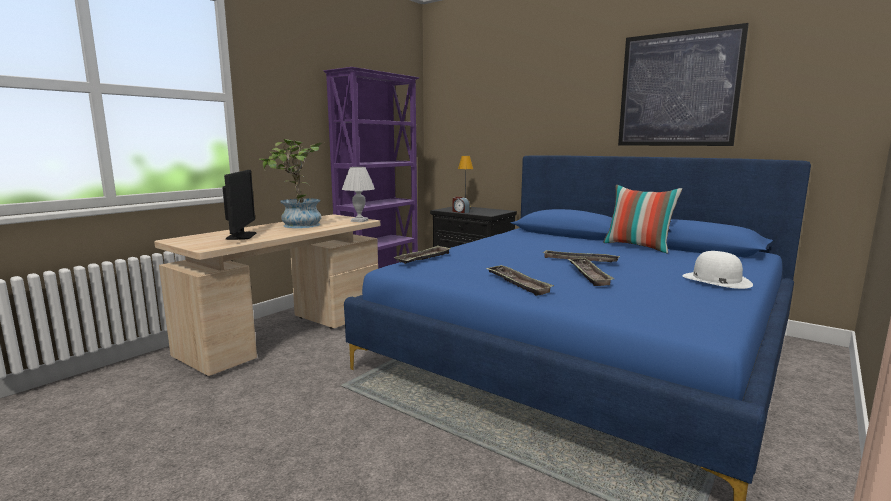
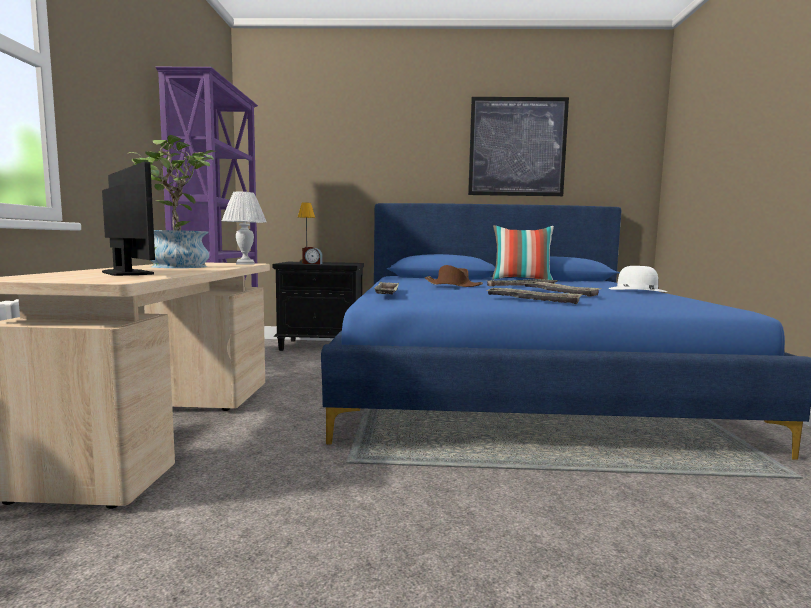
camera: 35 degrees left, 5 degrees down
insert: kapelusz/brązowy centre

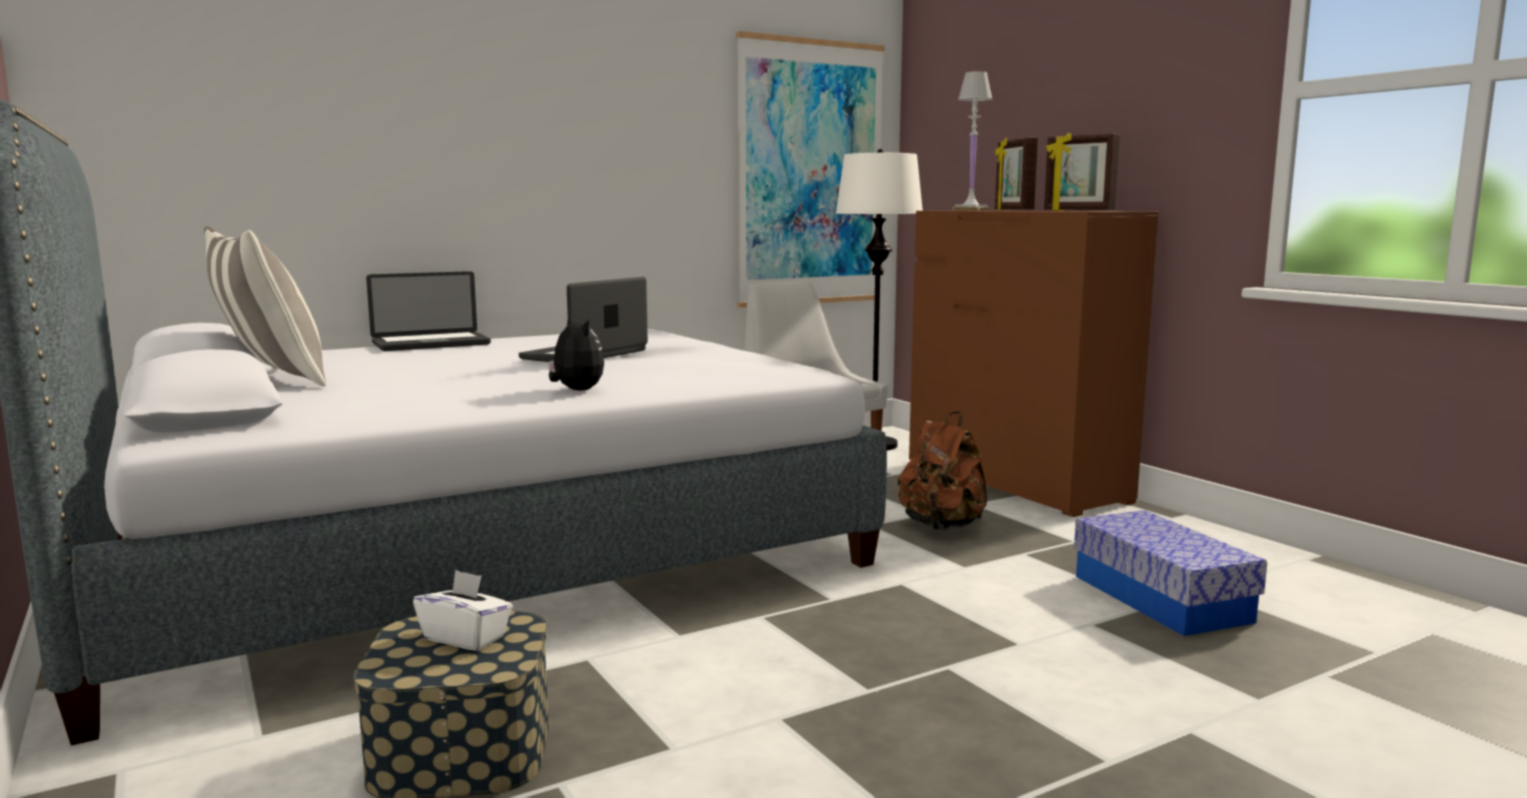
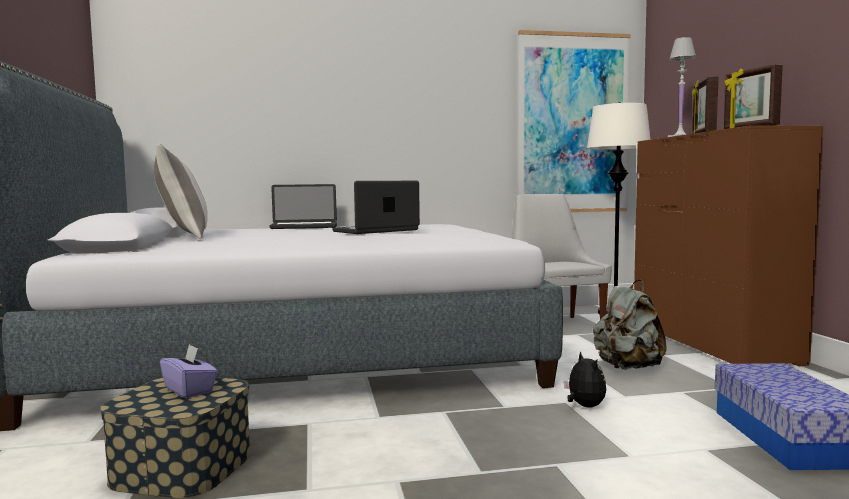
camera: 20 degrees right, 5 degrees down
move: pluszak centre to bottom right
recolor: plecak/brązowy centre to plecak/szary middle right; pudełko chusteczek/biały bottom left to pudełko chusteczek/fioletowy bottom left

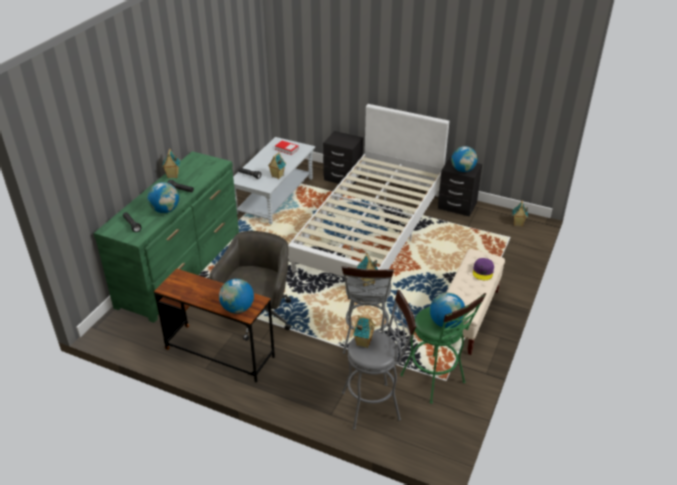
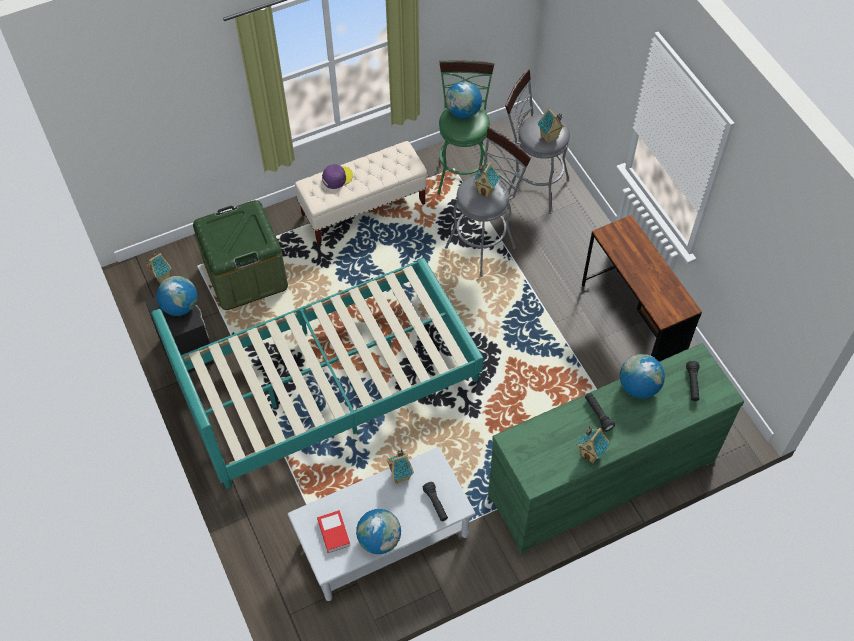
camera: 140 degrees left, 20 degrees up
delete: szafka nocna/czarny (1st from left) top centre; krzesło biurowe/szary centre
insert: pojemnik do przechowywania/zielony middle left
move: globus (2nd from left) centre to bottom centre
recolor: łóżko/biały centre to łóżko/turkusowy centre

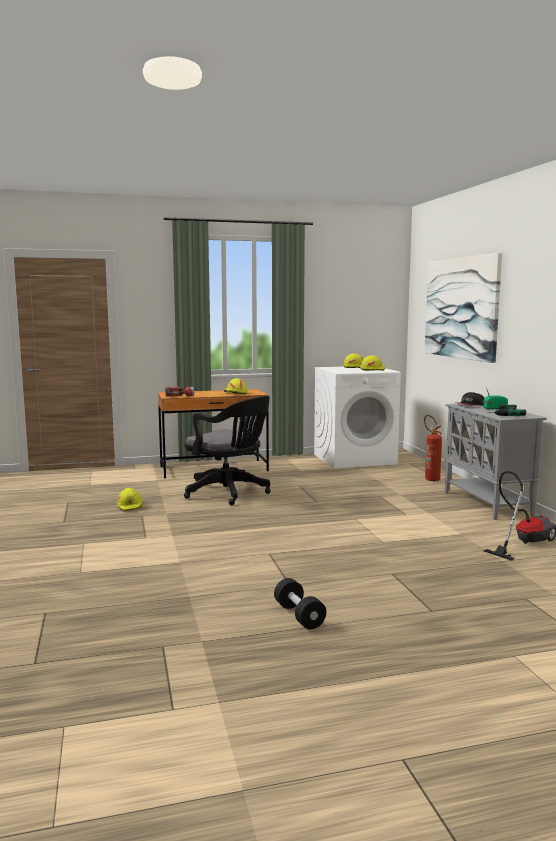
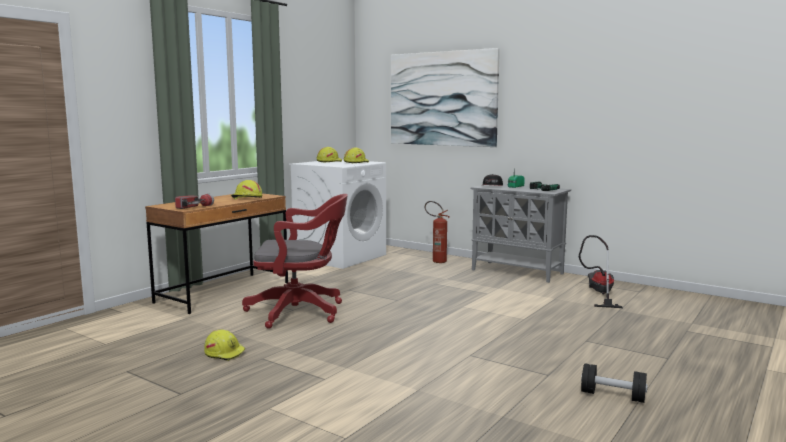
camera: 40 degrees left, 0 degrees up
recolor: krzesło biurowe/czarny centre to krzesło biurowe/czerwony centre

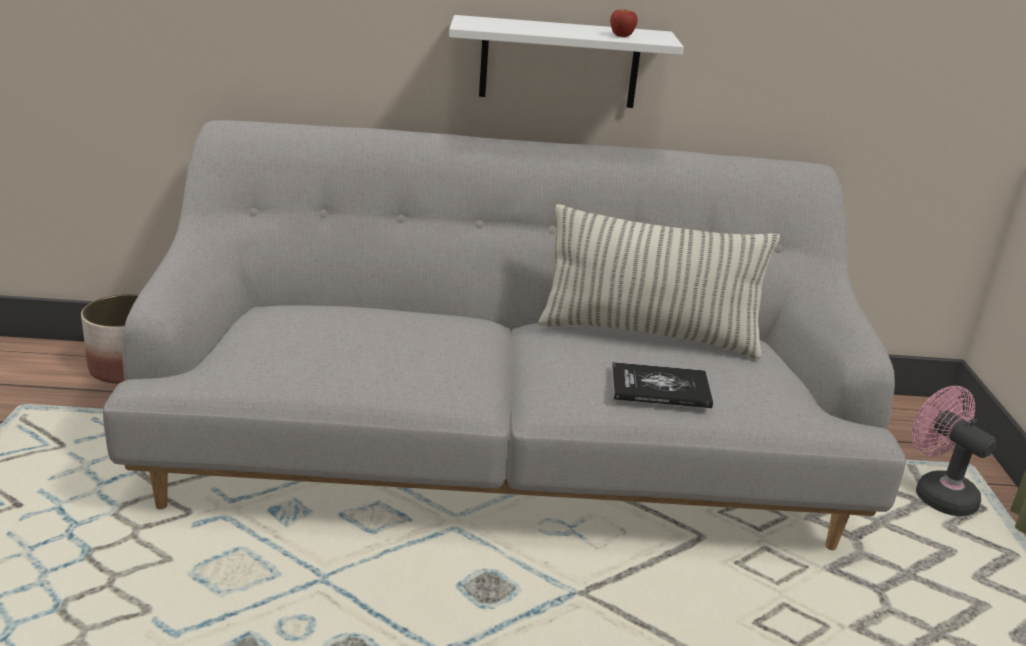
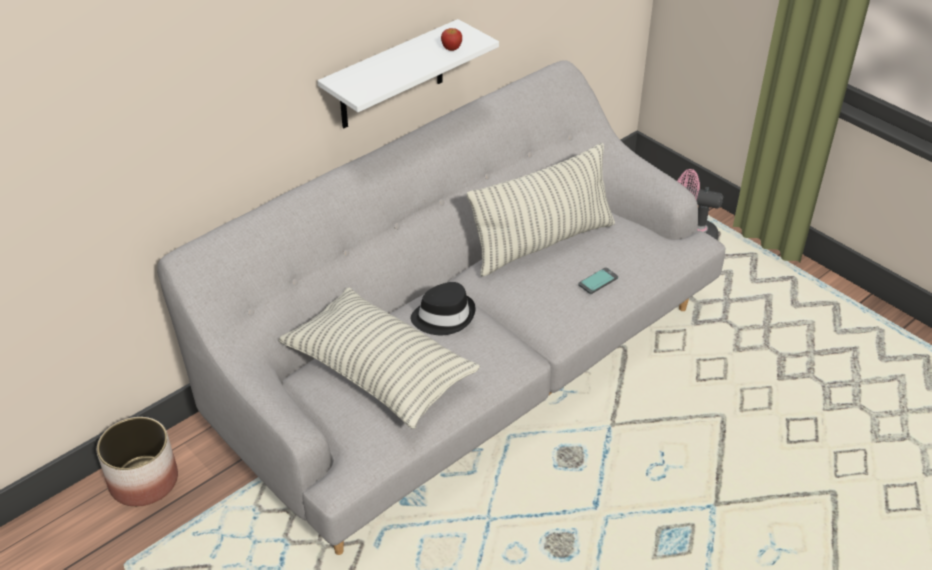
camera: 40 degrees left, 15 degrees up
insert: kapelusz/czarny centre; poduszka (1st from left) centre
replace: książka centre to telefon centre

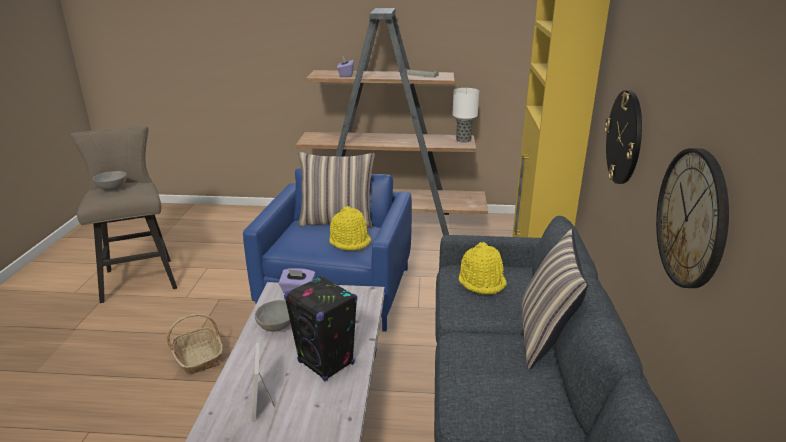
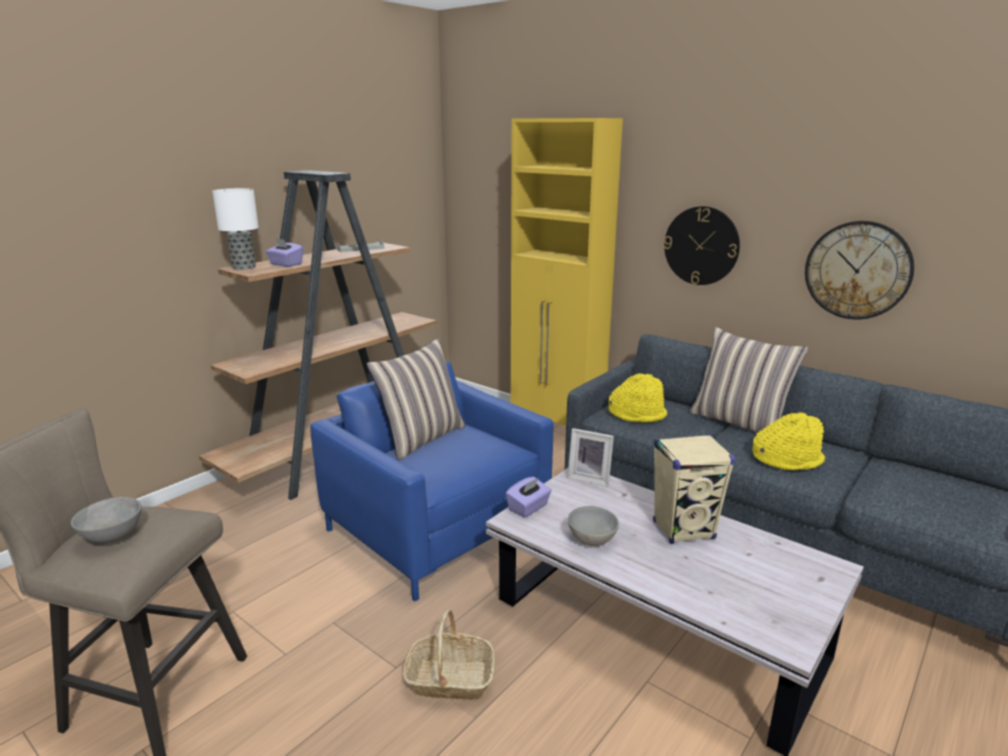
camera: 55 degrees left, 5 degrees down
move: lampa stołowa top centre to top left; kapelusz/żółty (1st from left in the first image) centre to kapelusz/żółty (2nd from left) middle right; ramka na zdjęcie bottom centre to centre
recolor: głośnik/czarny bottom centre to głośnik/beżowy middle right

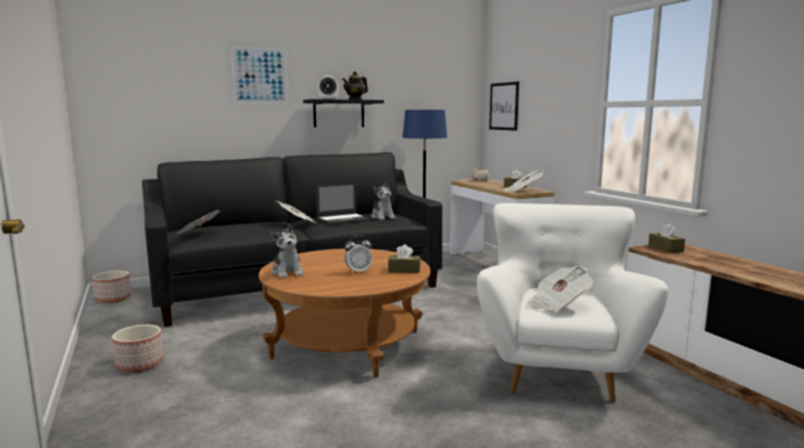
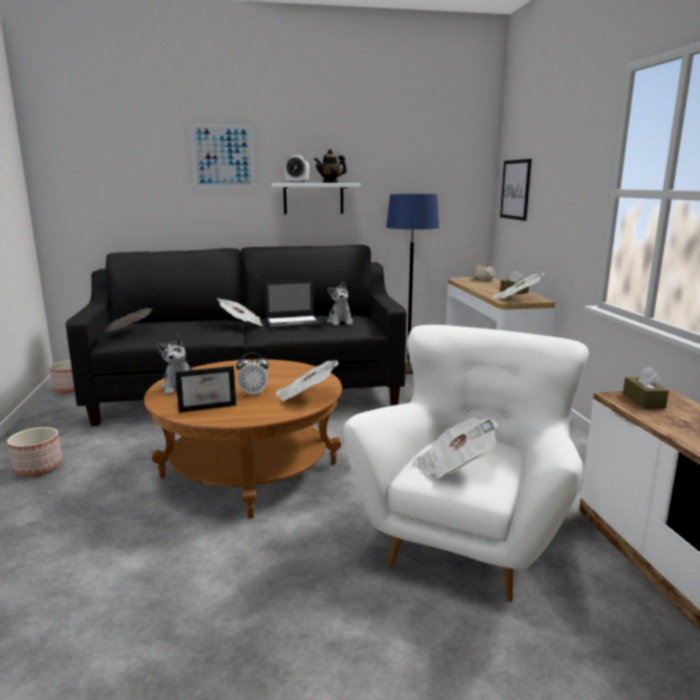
camera: 15 degrees right, 5 degrees up
insert: ramka na zdjęcie middle left
replace: pudełko chusteczek/brązowy (1st from left) centre to gazeta (3rd from left) centre
recolor: półka/czarny top centre to półka/biały top centre

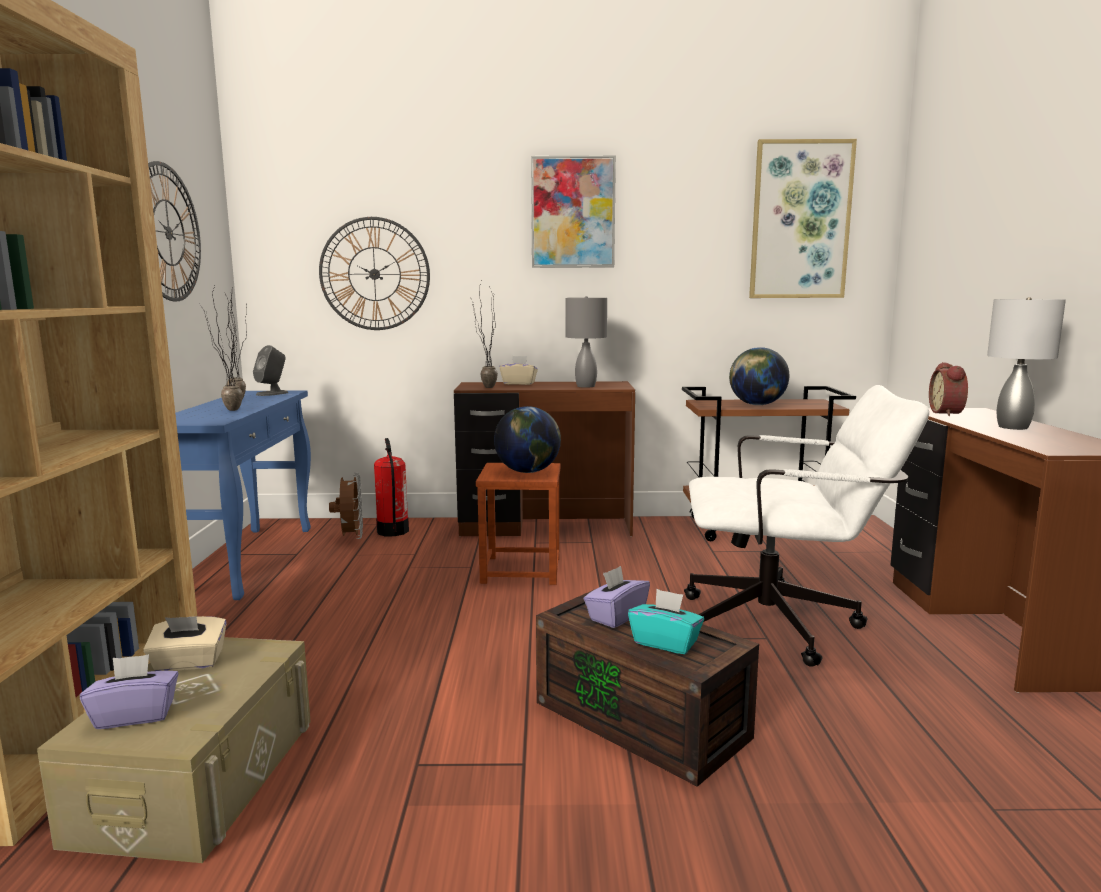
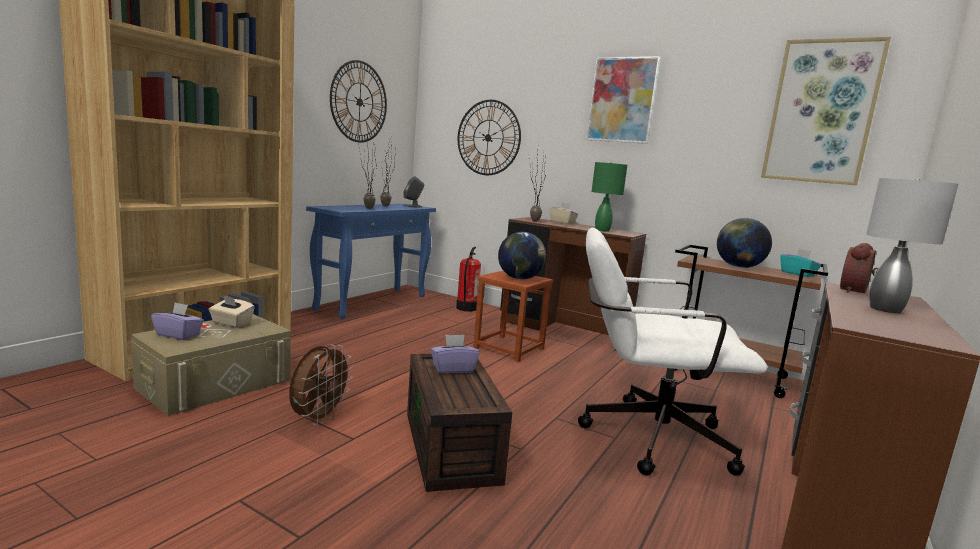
camera: 30 degrees right, 0 degrees up
move: wentylator/brązowy middle left to bottom left; pudełko chusteczek/turkusowy bottom centre to middle right
recolor: lampa stołowa/szary (1st from left) centre to lampa stołowa/zielony centre
rotate: krzesło biurowe/biały middle right = middle right 150 degrees clockwise

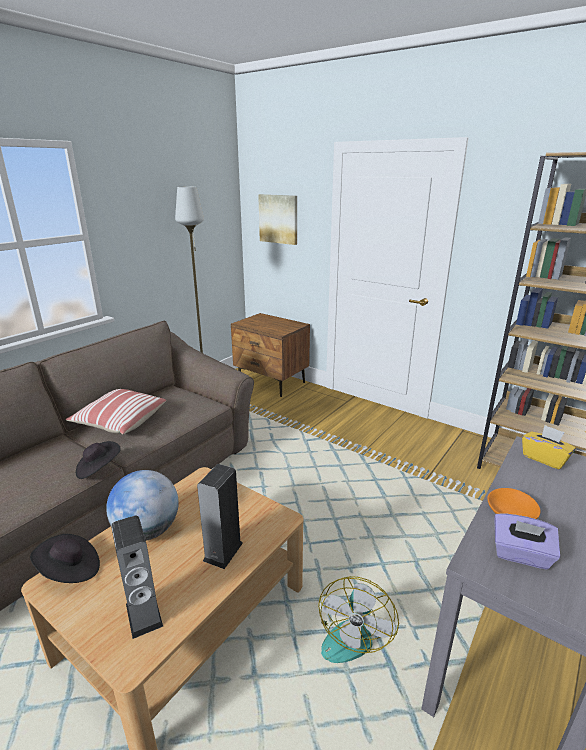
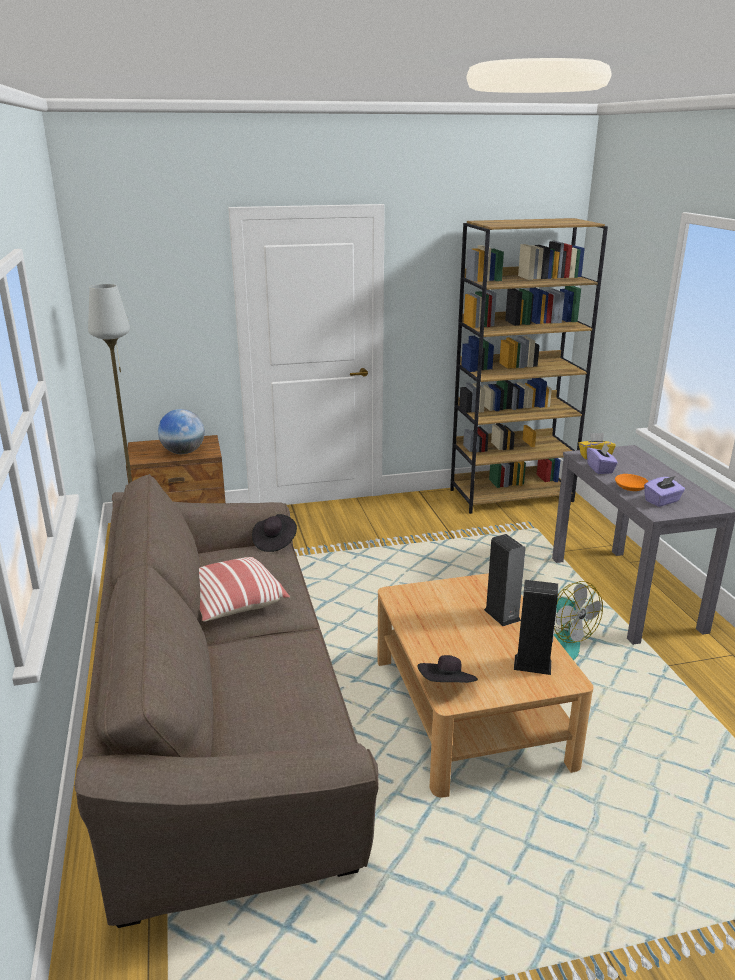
camera: 50 degrees left, 0 degrees up
delete: obraz top centre
insert: pudełko chusteczek/fioletowy (1st from left) middle right
move: kapelusz/czarny (2nd from left in the first image) middle left to kapelusz/czarny (1st from left) centre; globus bottom left to middle left

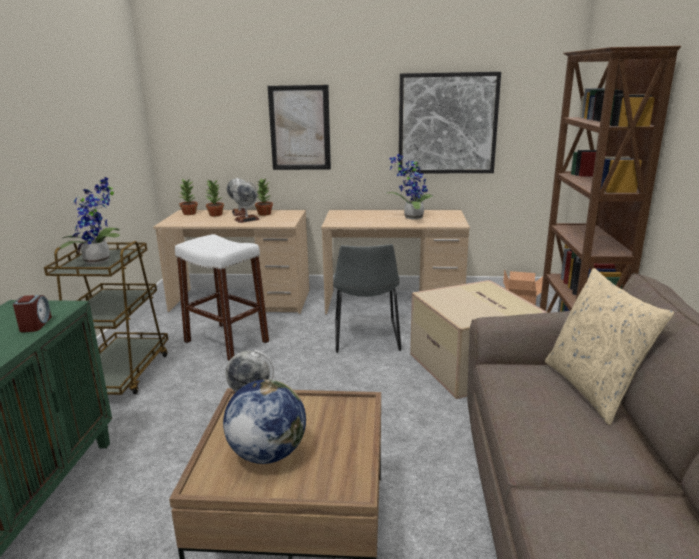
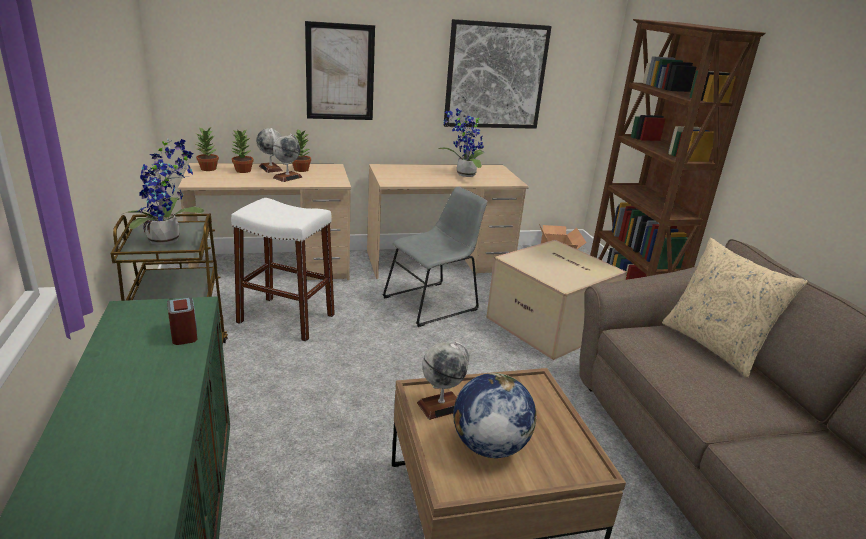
camera: 20 degrees left, 5 degrees up
rotate: krzesło/szary centre = centre 105 degrees counterclockwise

